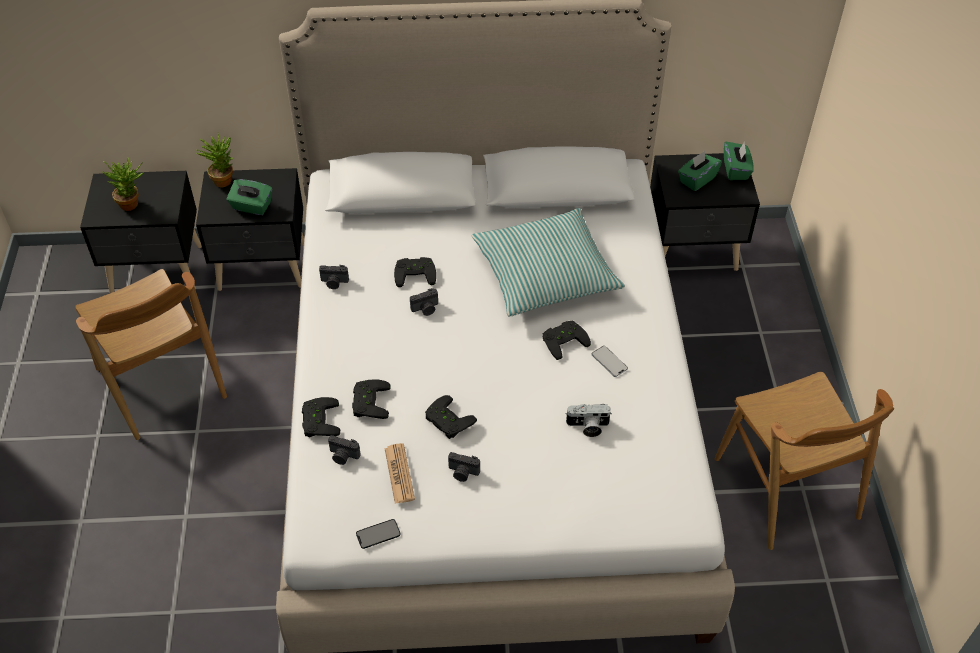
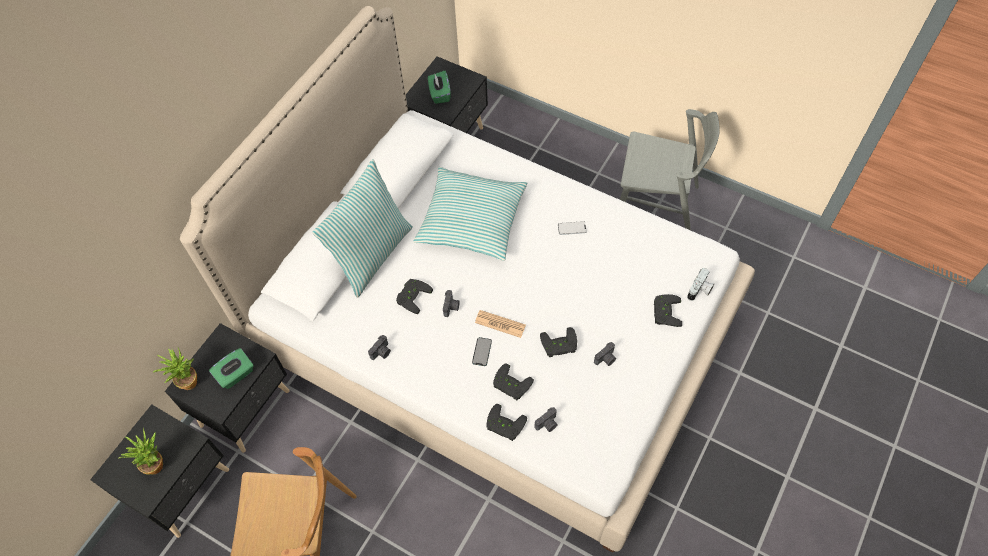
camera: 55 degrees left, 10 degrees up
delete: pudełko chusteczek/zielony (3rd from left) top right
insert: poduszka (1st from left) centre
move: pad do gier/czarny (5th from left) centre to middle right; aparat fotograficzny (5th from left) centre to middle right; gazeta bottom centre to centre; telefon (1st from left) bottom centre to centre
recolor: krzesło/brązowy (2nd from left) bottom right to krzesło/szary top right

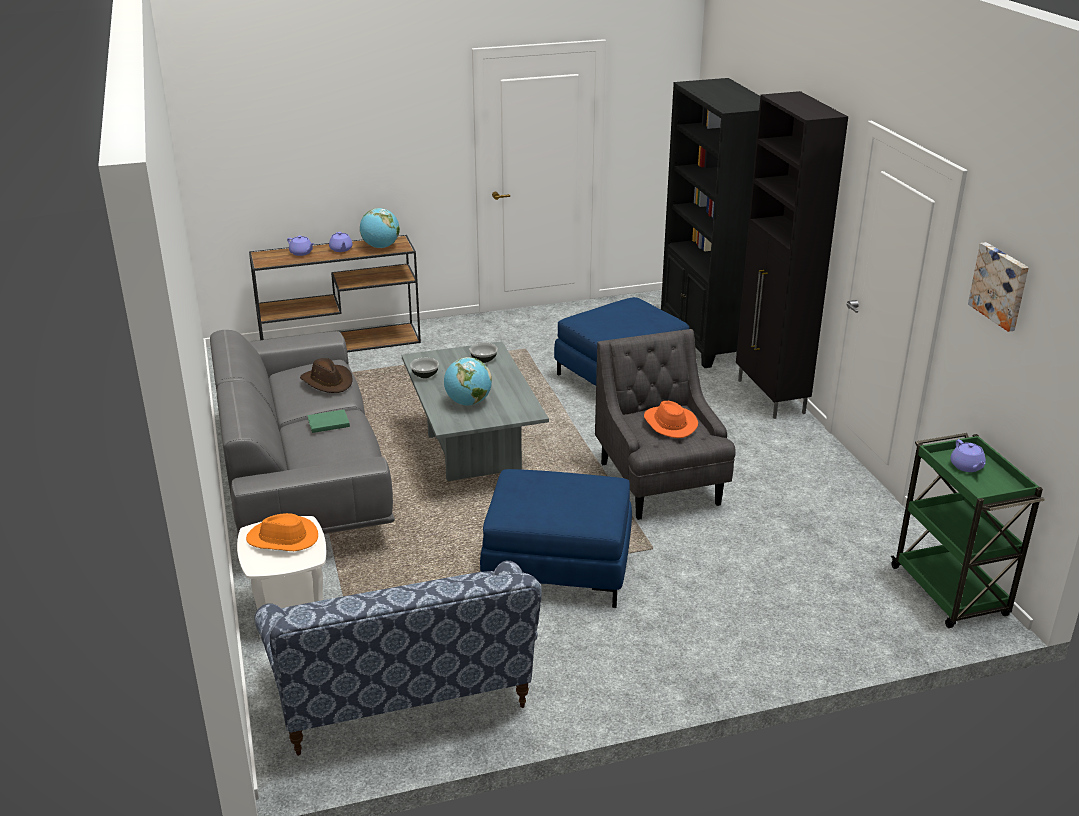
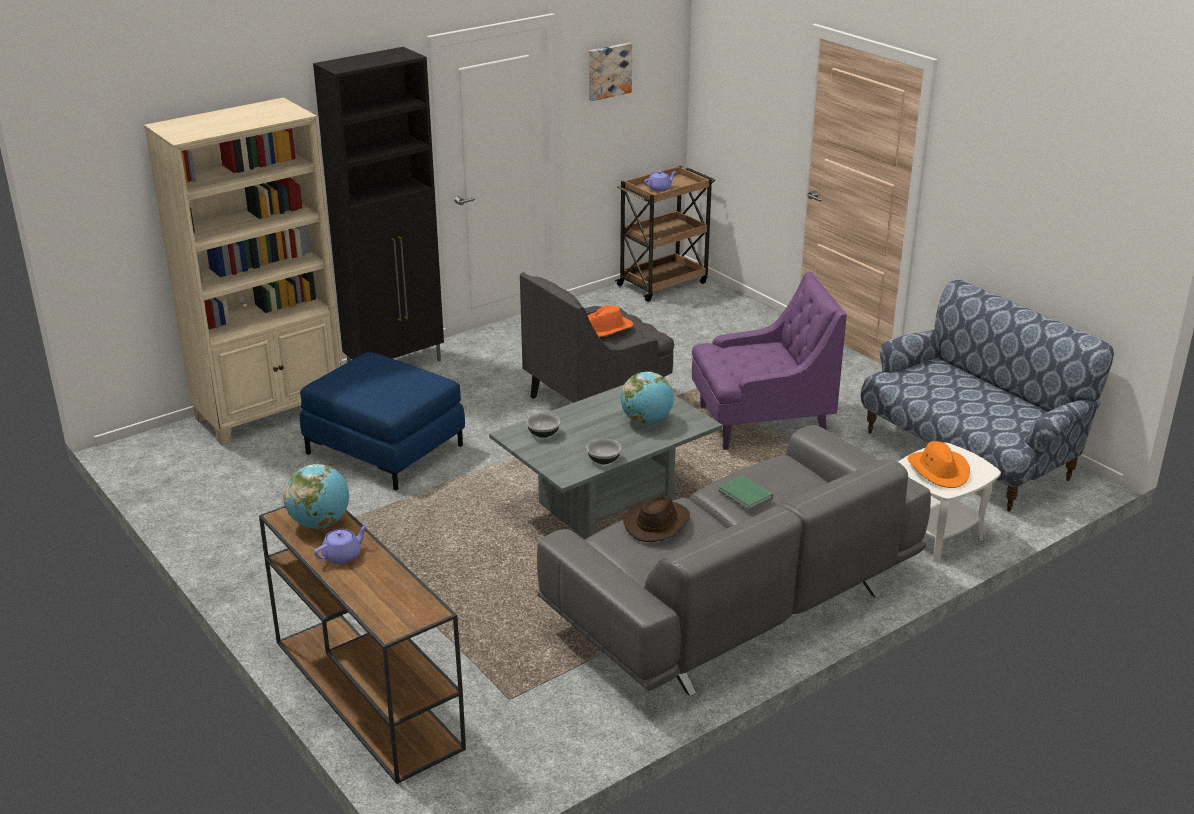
camera: 110 degrees left, 0 degrees up
delete: imbryk/fioletowy (1st from left) top left
replace: pufa/niebieski (1st from left) centre to fotel/fioletowy centre
recolor: regał/czarny top centre to regał/beżowy top left; wózek/zielony middle right to wózek/brązowy top centre

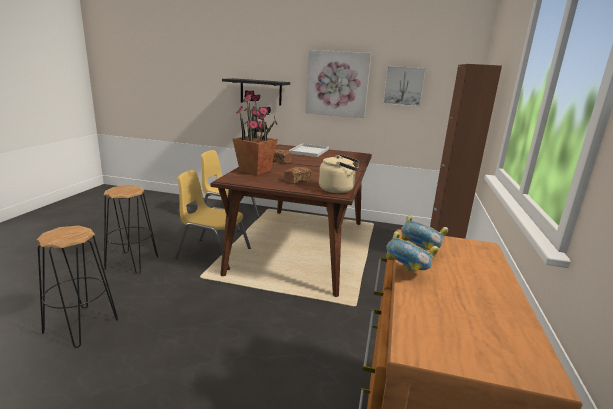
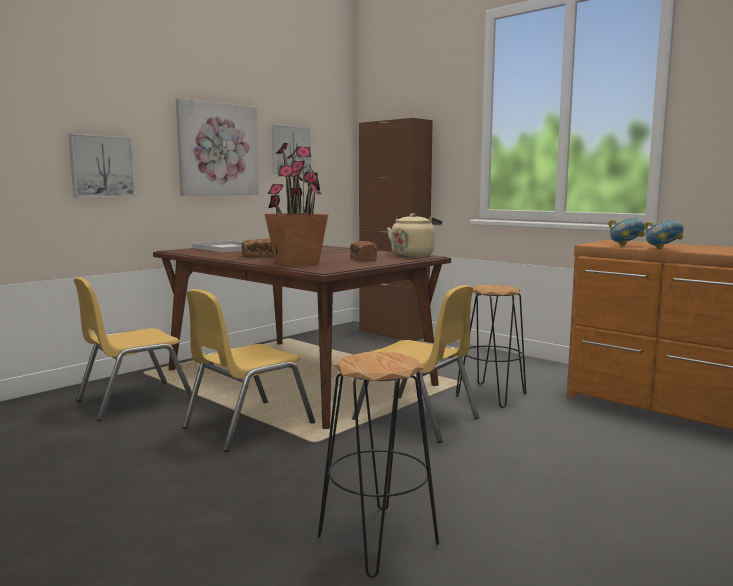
camera: 60 degrees left, 10 degrees down
insert: krzesło/żółty (3rd from left) centre
move: stołek/czarny (2nd from left) middle left to middle right
replace: półka/czarny top centre to obraz (1st from left) top left

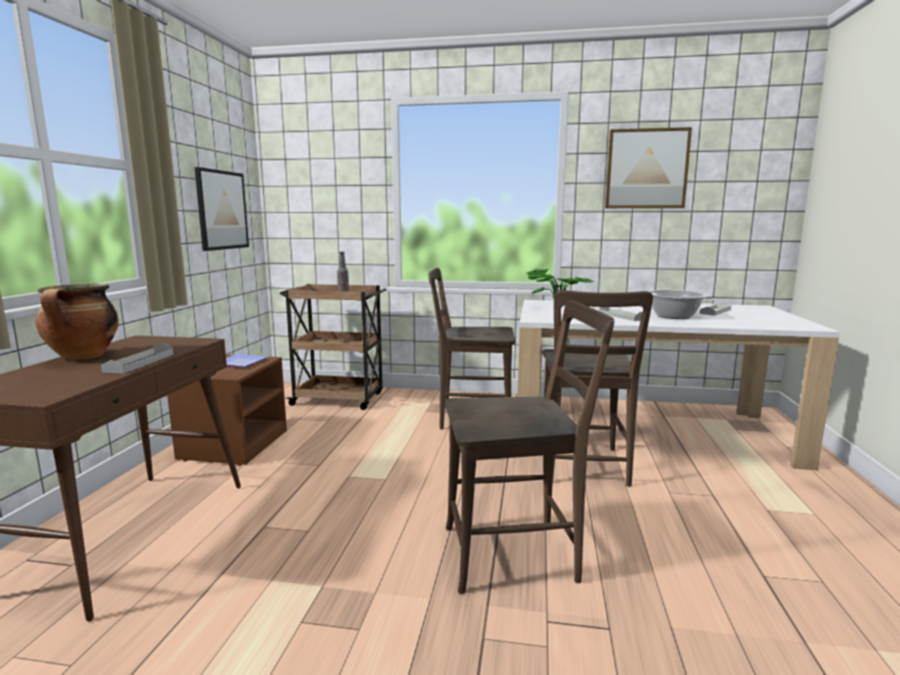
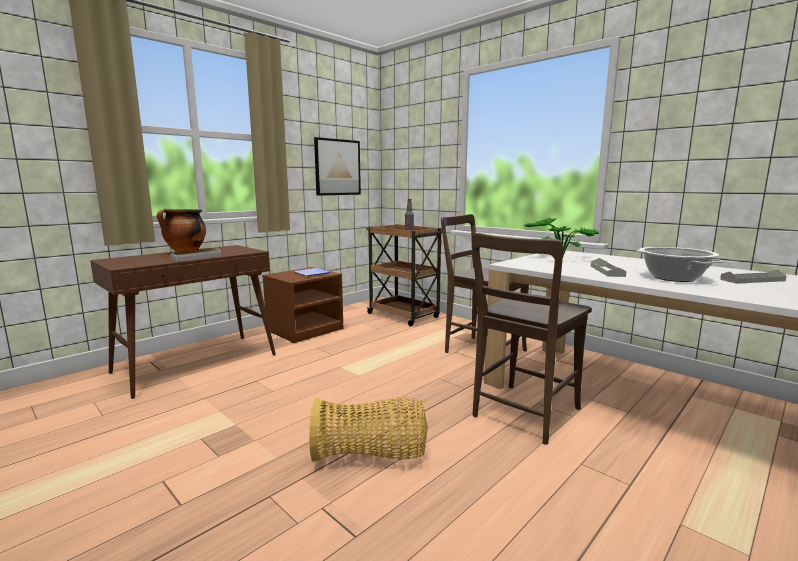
camera: 35 degrees right, 0 degrees up
delete: obraz (2nd from left) top right
replace: krzesło/brązowy (2nd from left) centre to koszyk bottom centre

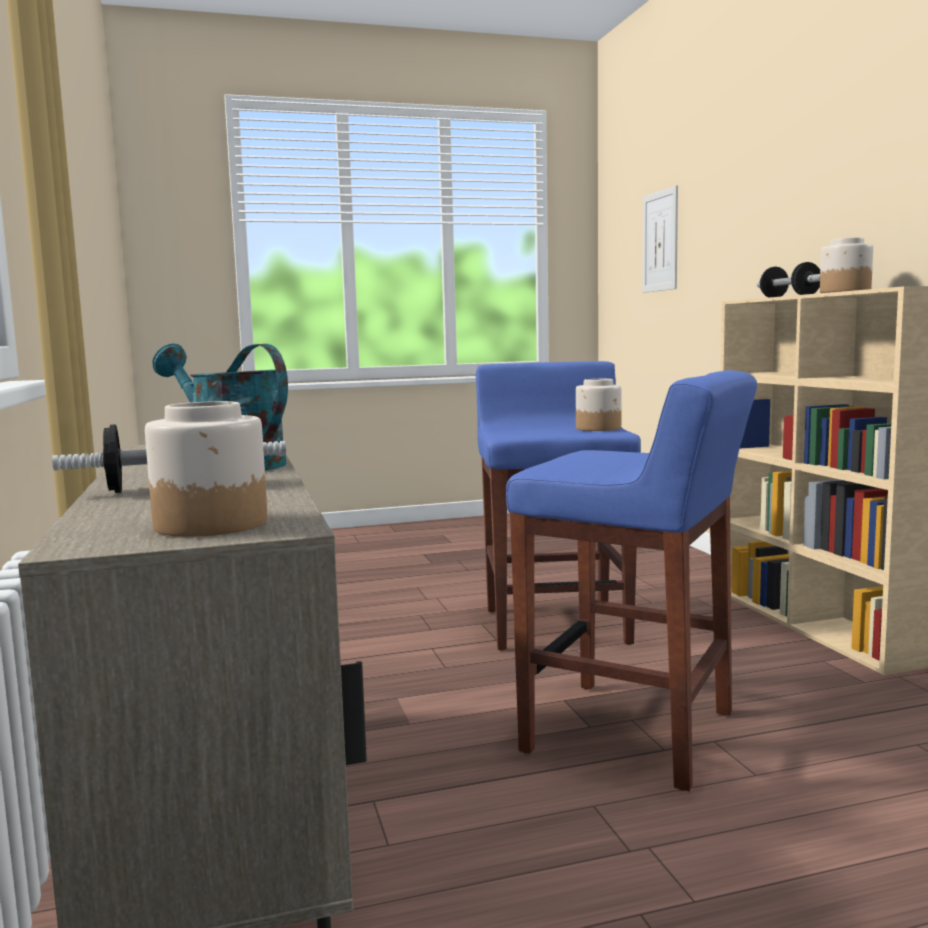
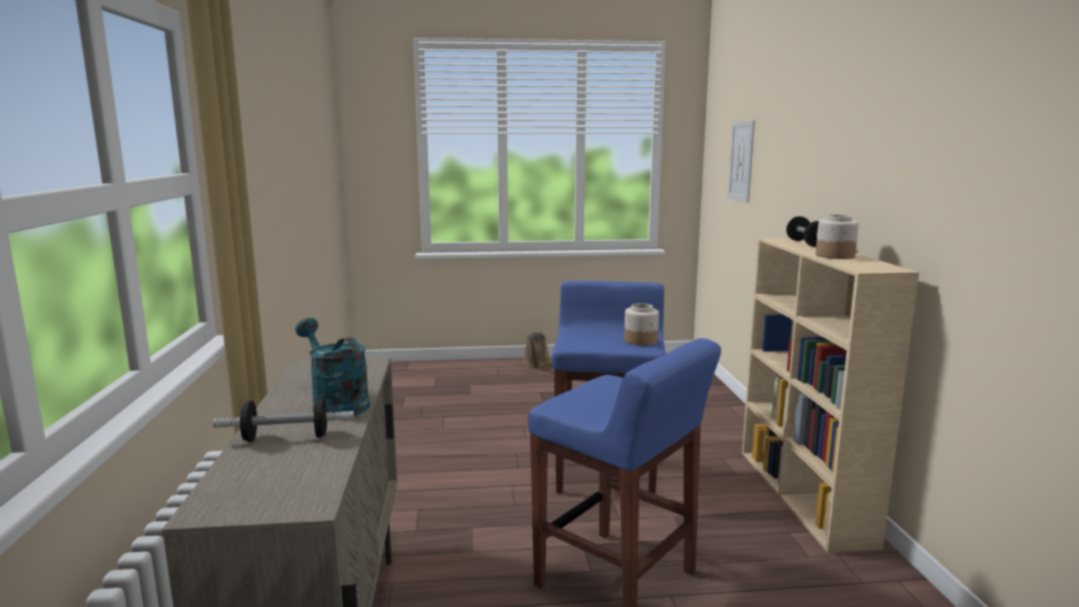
camera: 10 degrees right, 5 degrees up
delete: słoik (1st from left) middle left
insert: konewka/brązowy centre

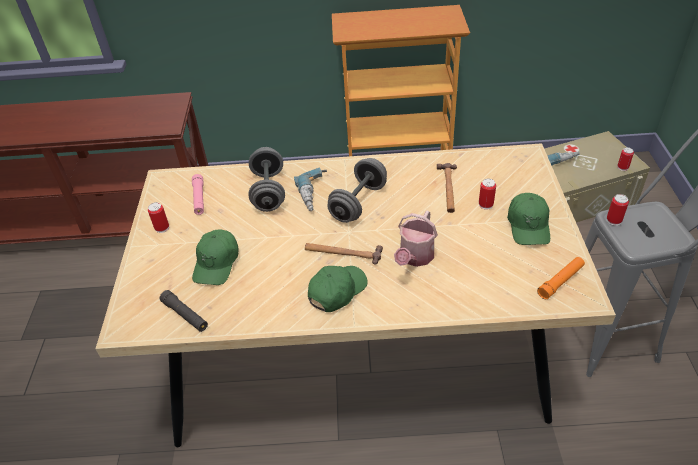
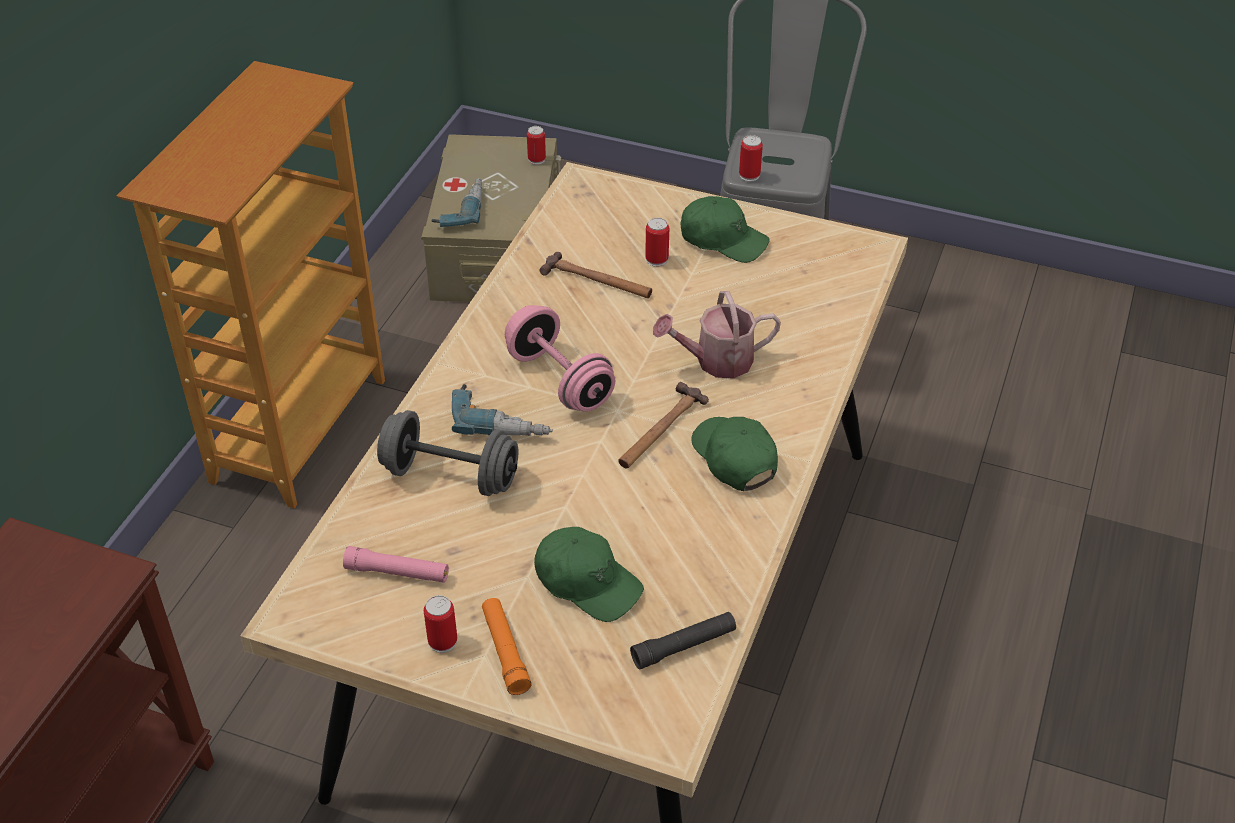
camera: 70 degrees left, 0 degrees up
move: latarka/pomarańczowy middle right to bottom centre
recolor: hantel/szary (2nd from left) centre to hantel/różowy centre
rotate: konewka centre = centre 120 degrees clockwise

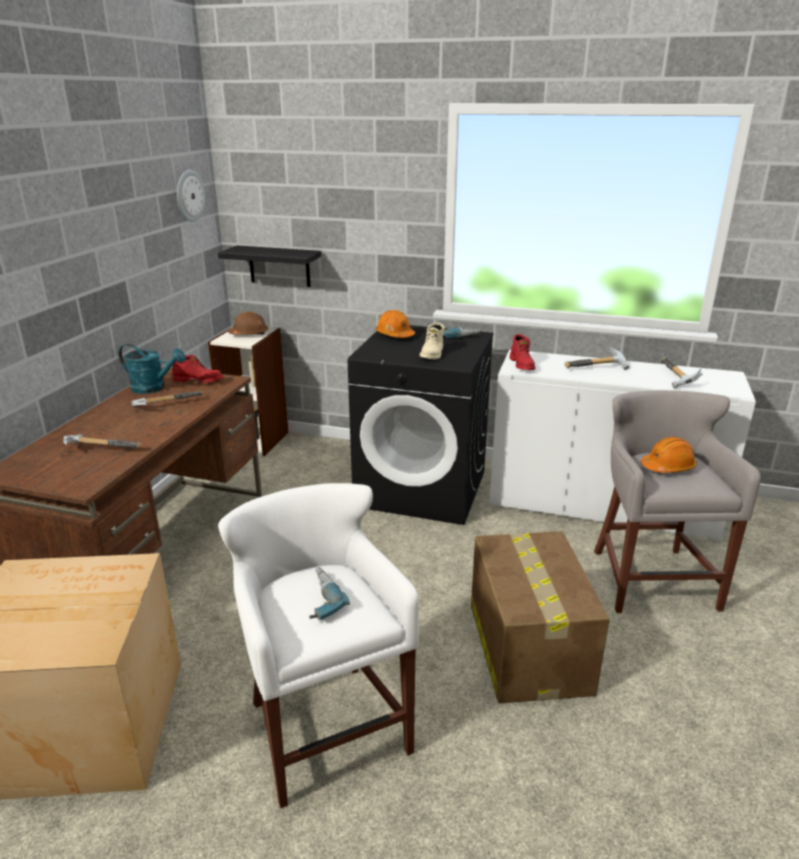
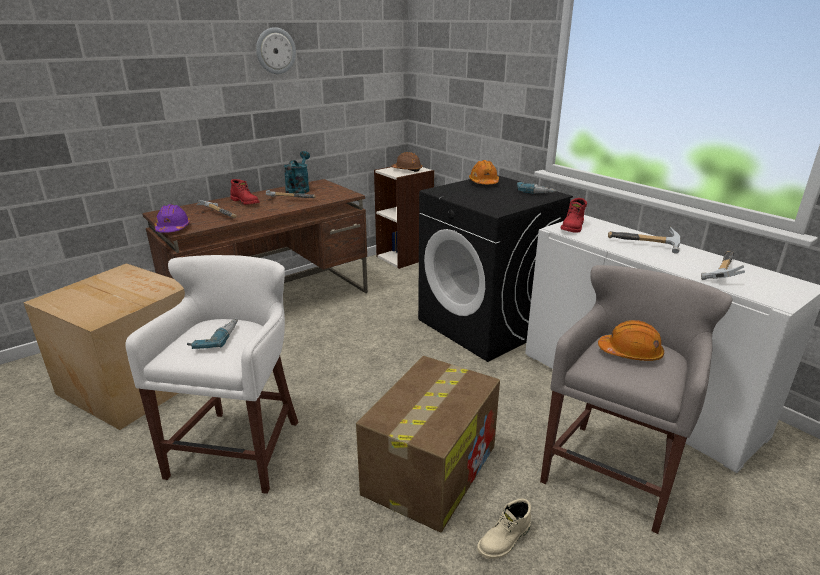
camera: 35 degrees right, 0 degrees up
delete: półka/czarny top centre
insert: kask/fioletowy middle left
move: zegar ścienny top left to top centre; but z cholewką/beżowy centre to bottom centre; but z cholewką/czerwony (1st from left) middle left to top left
rotate: konewka/turkusowy middle left = top centre 135 degrees counterclockwise

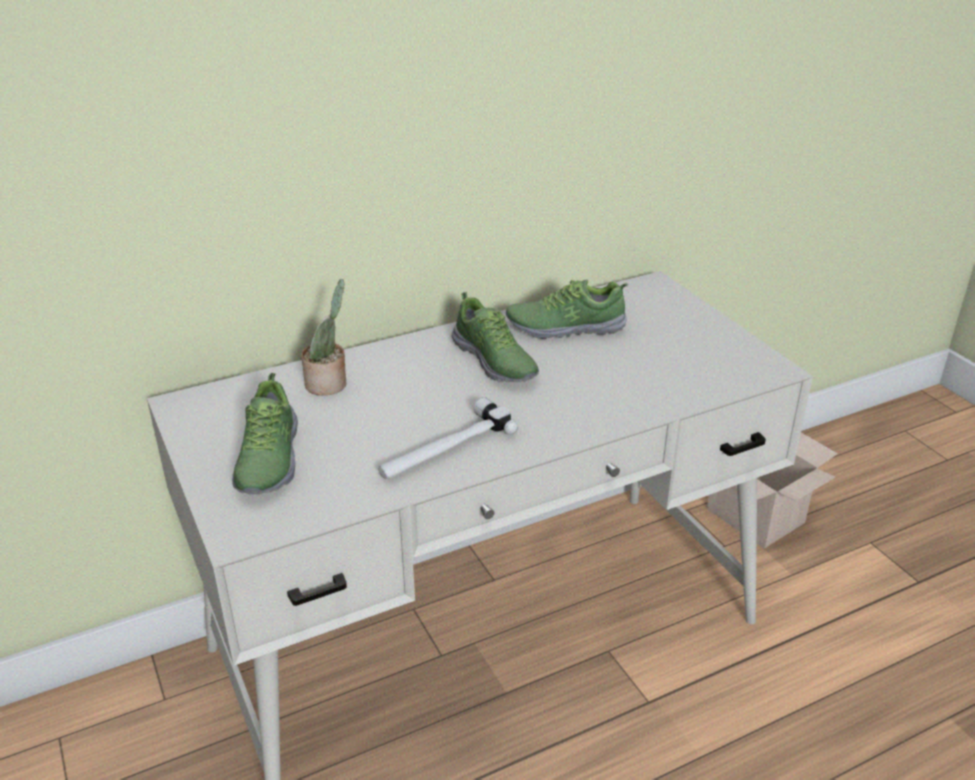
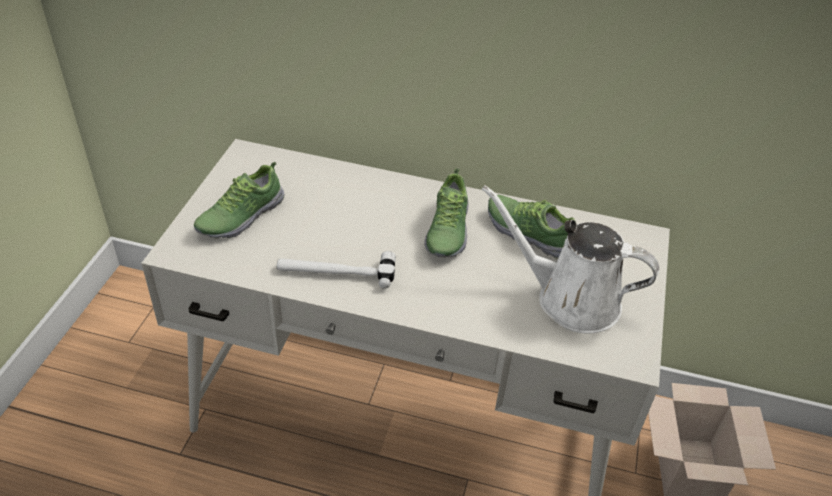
camera: 40 degrees right, 10 degrees up
delete: roślina doniczkowa middle left
insert: konewka/biały middle right

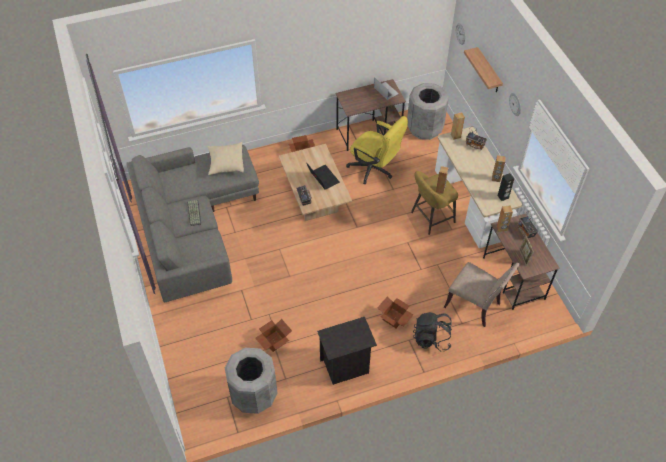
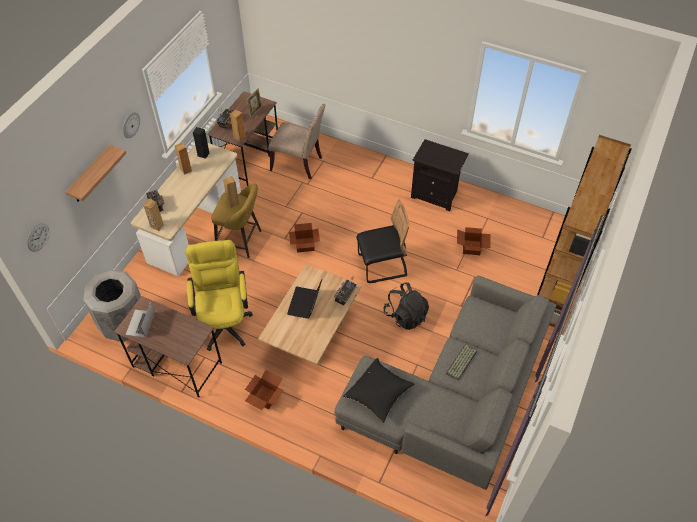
camera: 135 degrees left, 0 degrees up
delete: kosz na śmieci/szary (1st from left) bottom centre
insert: regał/brązowy middle right; krzesło/czarny centre
move: karton (3rd from left in the first image) bottom centre to karton (2nd from left) centre; plecak/czarny bottom centre to centre
recolor: poduszka/beżowy centre to poduszka/czarny bottom centre
rotate: krzesło/beżowy middle right = top centre 120 degrees clockwise

